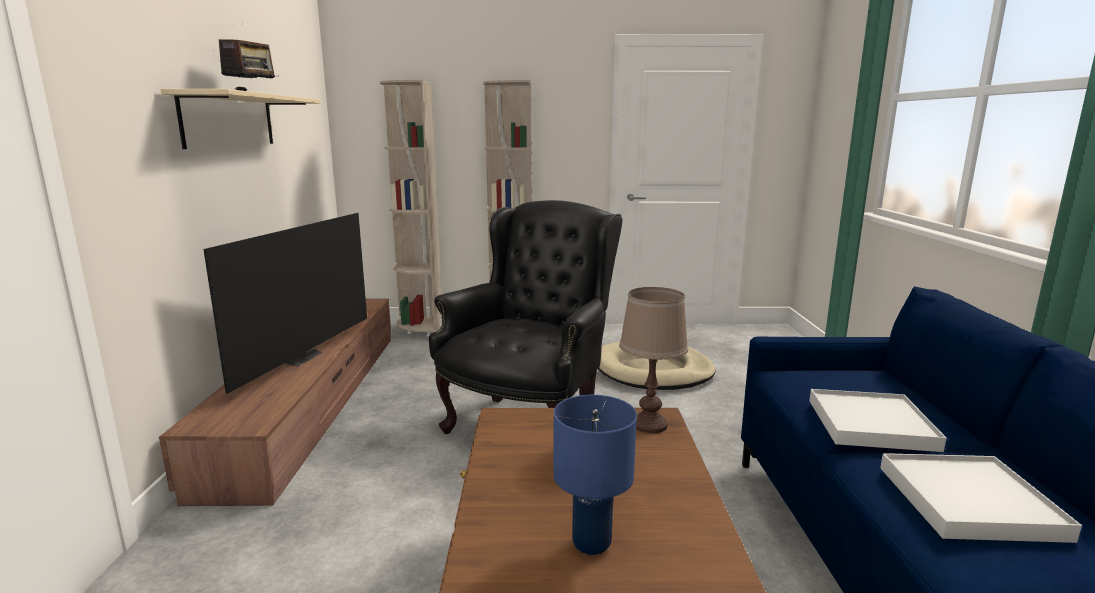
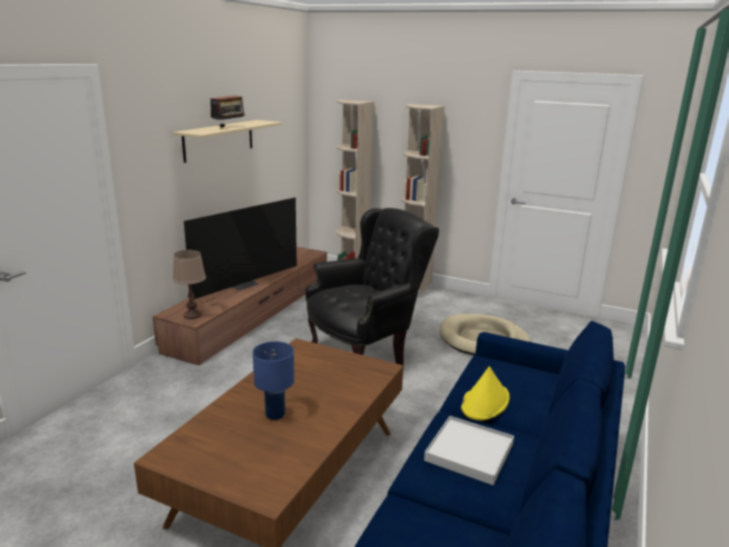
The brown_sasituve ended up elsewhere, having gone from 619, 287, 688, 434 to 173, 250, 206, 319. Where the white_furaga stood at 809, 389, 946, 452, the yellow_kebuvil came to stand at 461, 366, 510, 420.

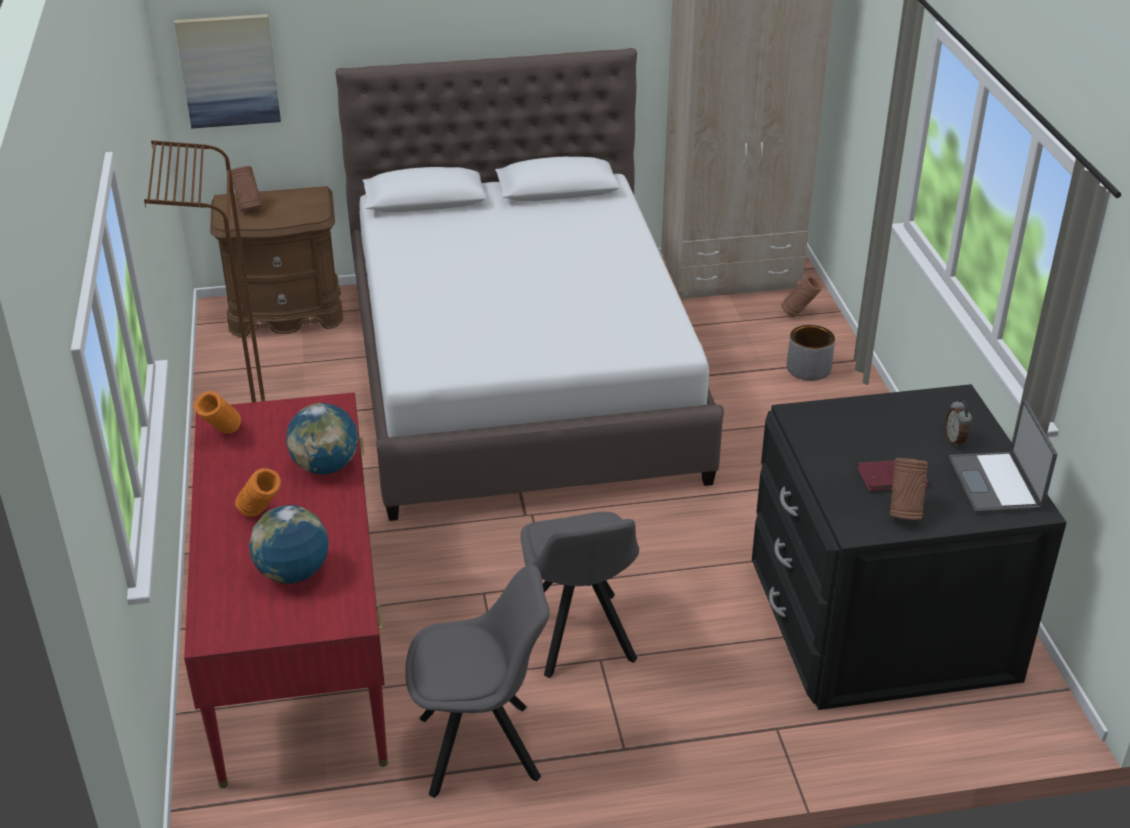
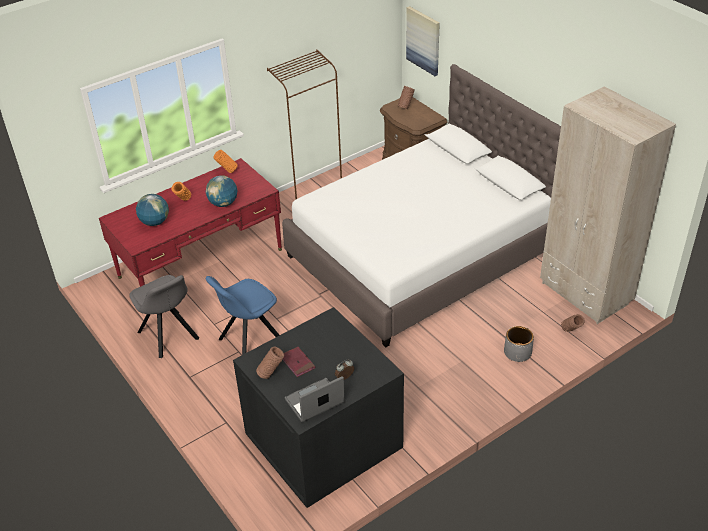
What was the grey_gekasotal at 521, 512, 639, 678 turned into the blue_gekasotal at 206, 276, 279, 355.

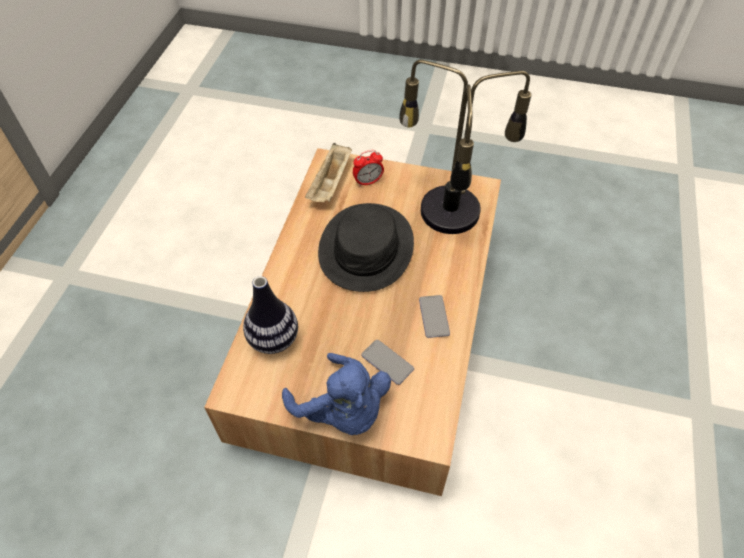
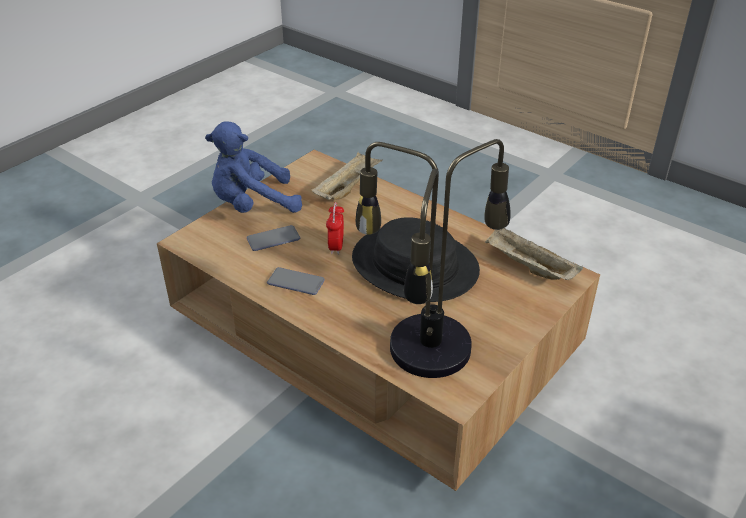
The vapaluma ended up elsewhere, having gone from 353, 150, 384, 187 to 326, 202, 344, 255. Where the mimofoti stood at 243, 276, 298, 354, the beige_furaga came to stand at 312, 152, 383, 200.

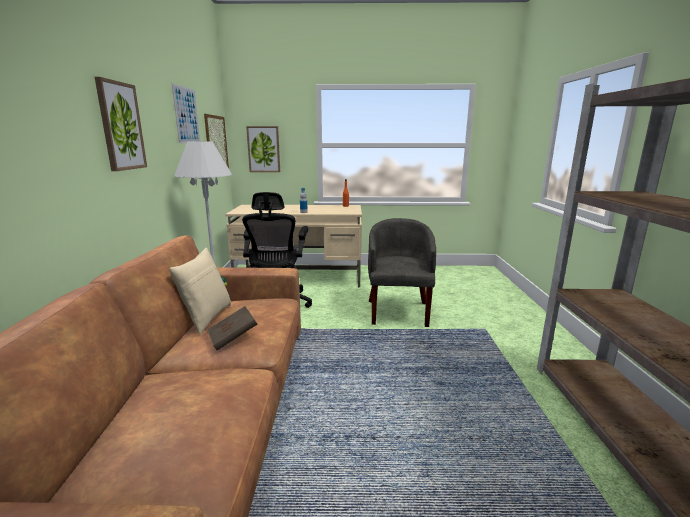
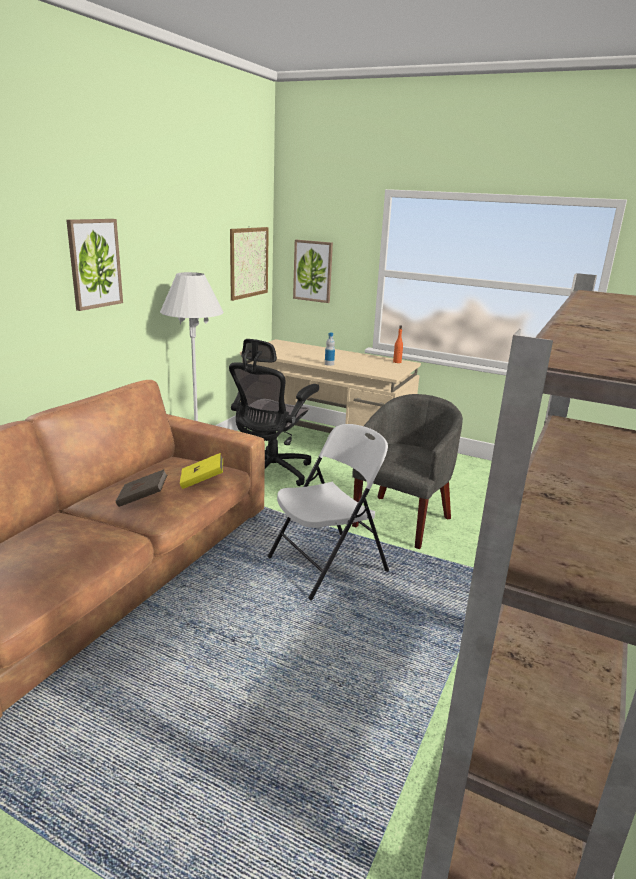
The second view lost the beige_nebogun at 169, 248, 231, 335. The second view lost the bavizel at 172, 83, 200, 143. The second view gained the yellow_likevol at 180, 453, 223, 489. The second view gained the white_gekasotal at 268, 424, 389, 600.

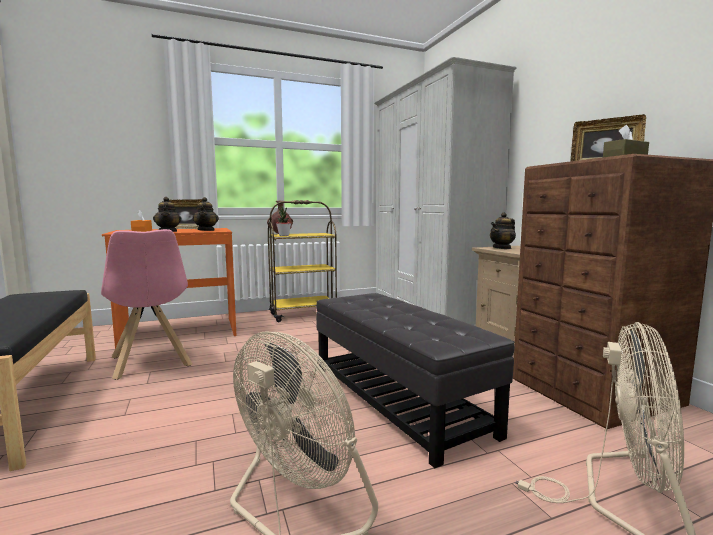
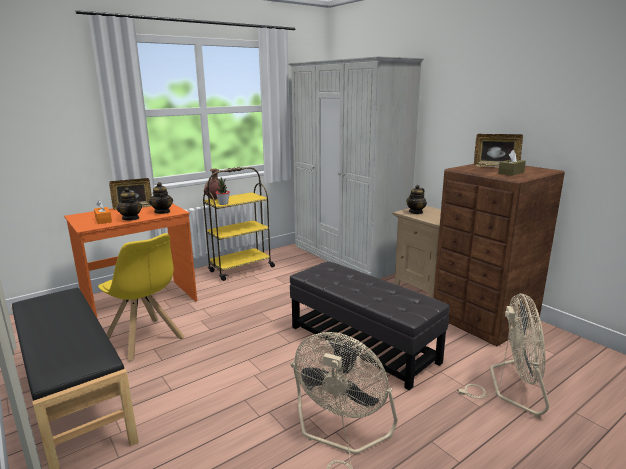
What was the pink_gekasotal at 101, 229, 193, 380 turned into the yellow_gekasotal at 98, 233, 184, 361.

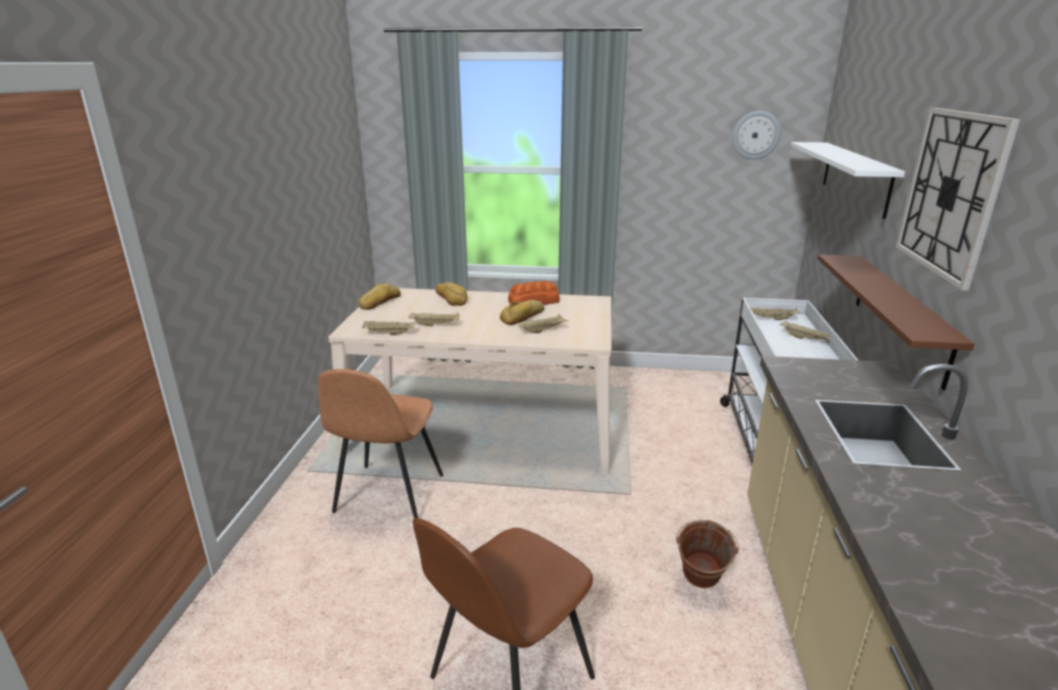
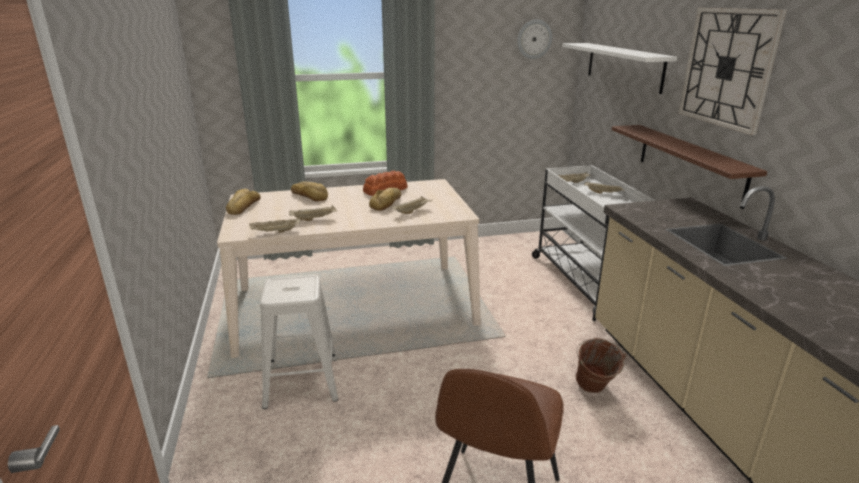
Where the brown_gekasotal stood at 318, 369, 443, 519, the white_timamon came to stand at 260, 275, 338, 409.

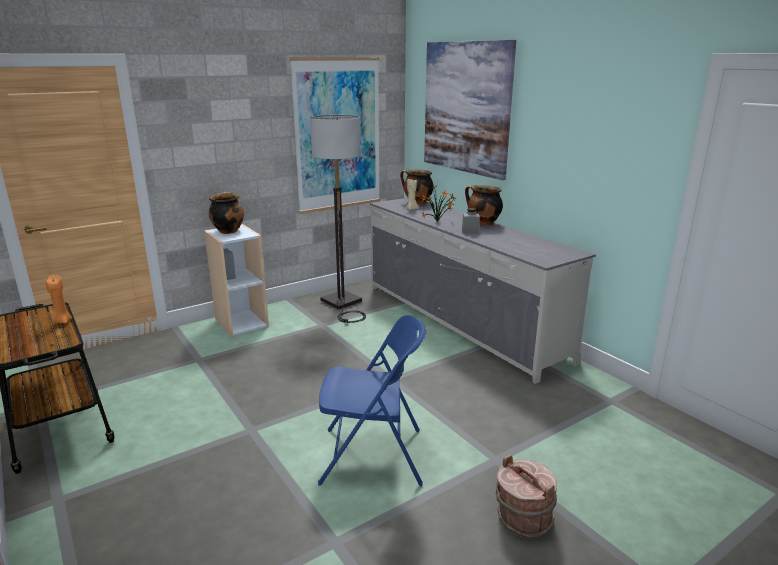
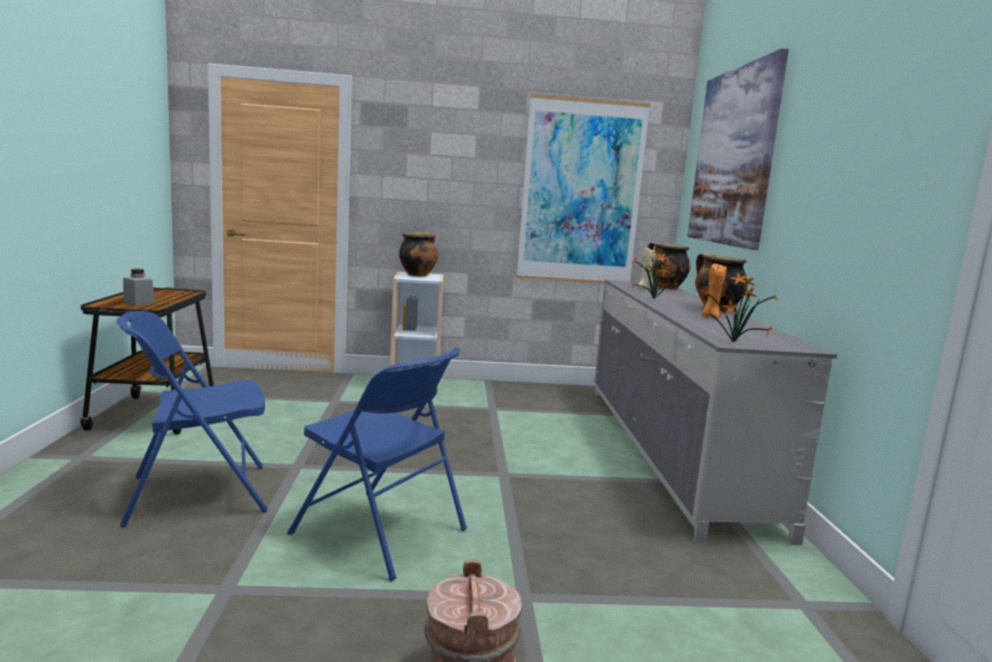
The second view lost the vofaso at 310, 115, 366, 325. The second view gained the blue_gekasotal at 116, 311, 268, 528. The second view gained the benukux at 700, 273, 778, 342. The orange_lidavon ended up elsewhere, having gone from 45, 275, 72, 324 to 702, 264, 727, 318. The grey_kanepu ended up elsewhere, having gone from 462, 208, 480, 234 to 123, 269, 155, 306.

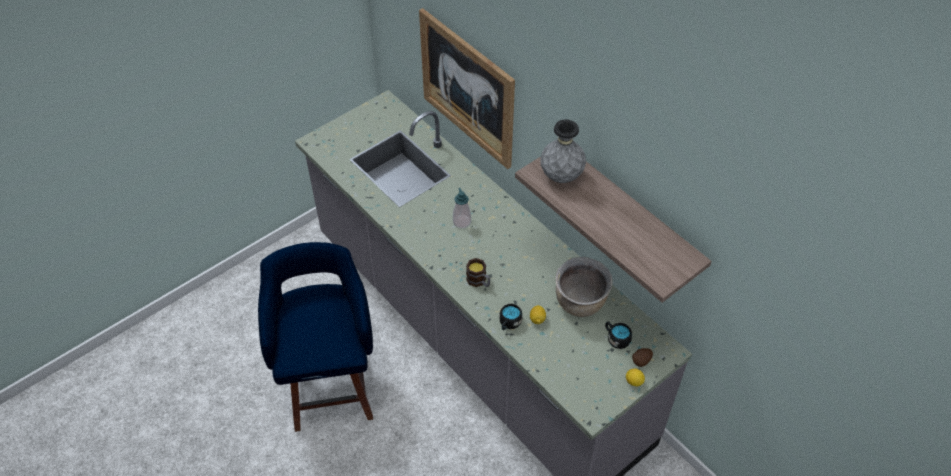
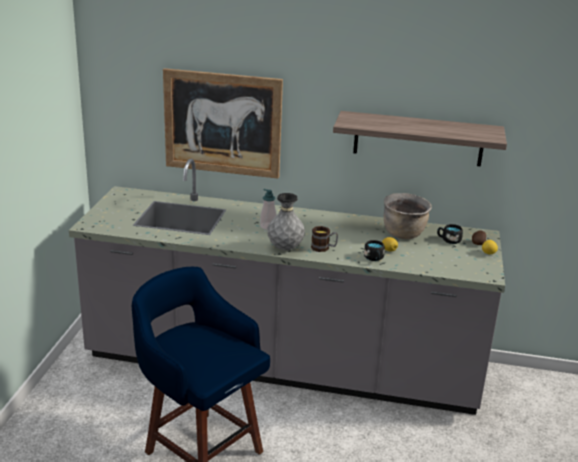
The grey_mimofoti ended up elsewhere, having gone from 540, 119, 586, 183 to 267, 193, 305, 250.

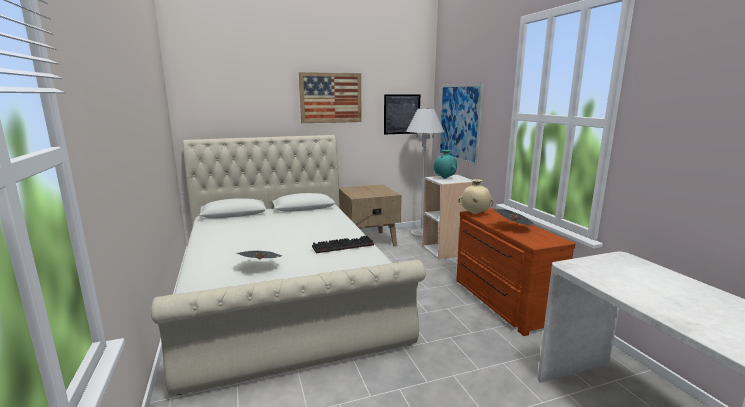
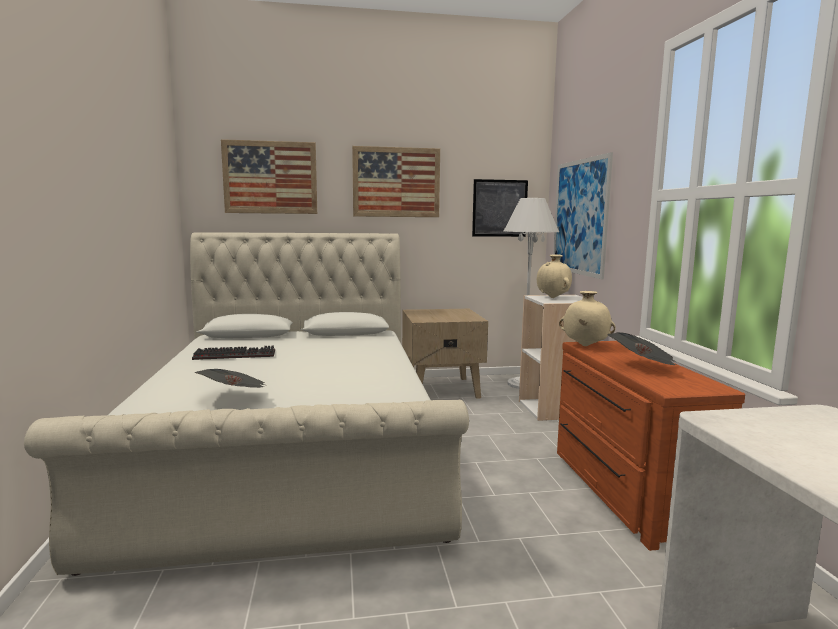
The second view gained the bavizel at 221, 139, 317, 214. The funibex ended up elsewhere, having gone from 312, 236, 374, 253 to 192, 346, 275, 360. What was the turquoise_mimofoti at 434, 150, 457, 179 turned into the beige_mimofoti at 537, 254, 572, 298.

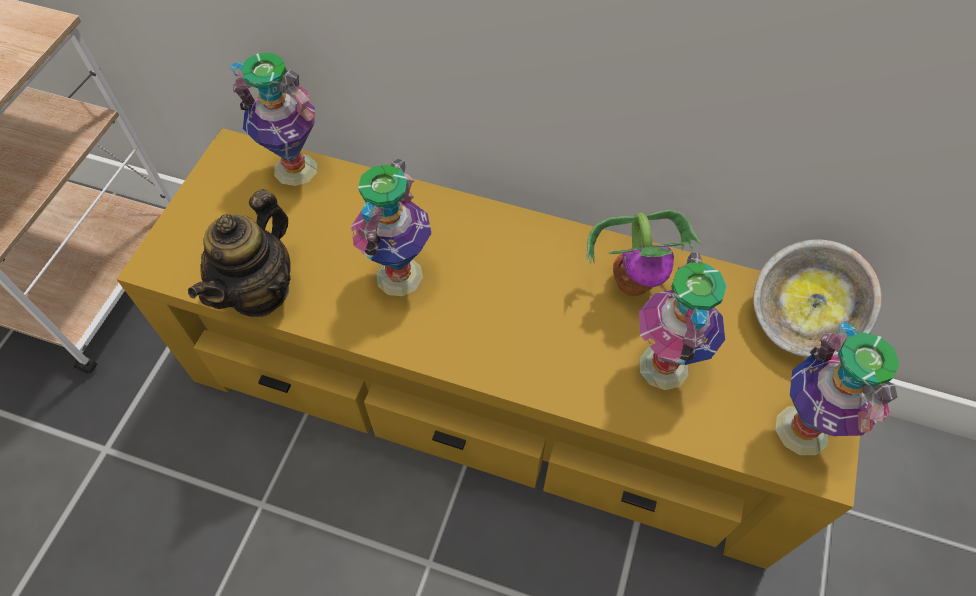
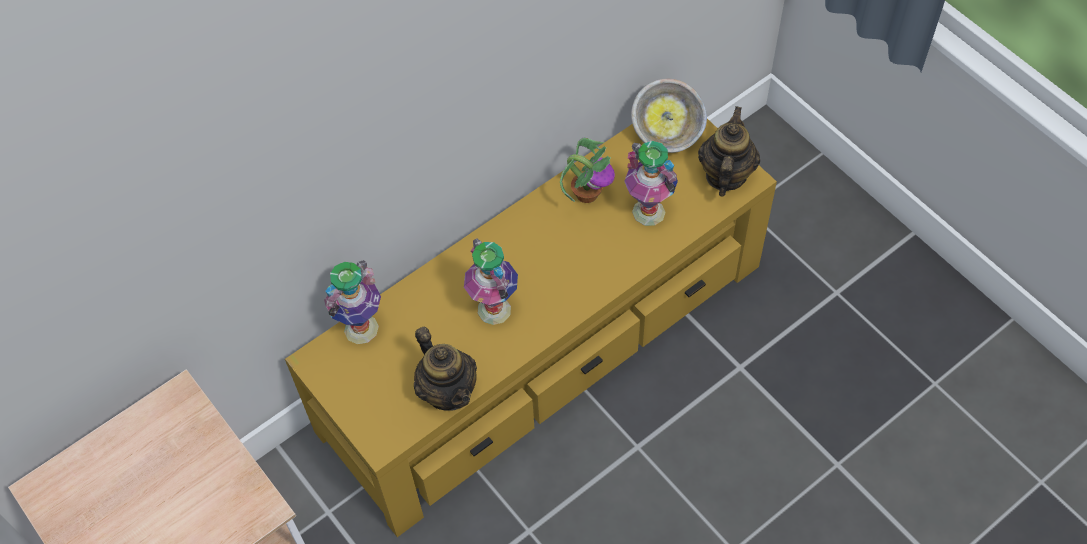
Where the mimofoti stood at 775, 322, 900, 455, the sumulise came to stand at 698, 106, 760, 197.

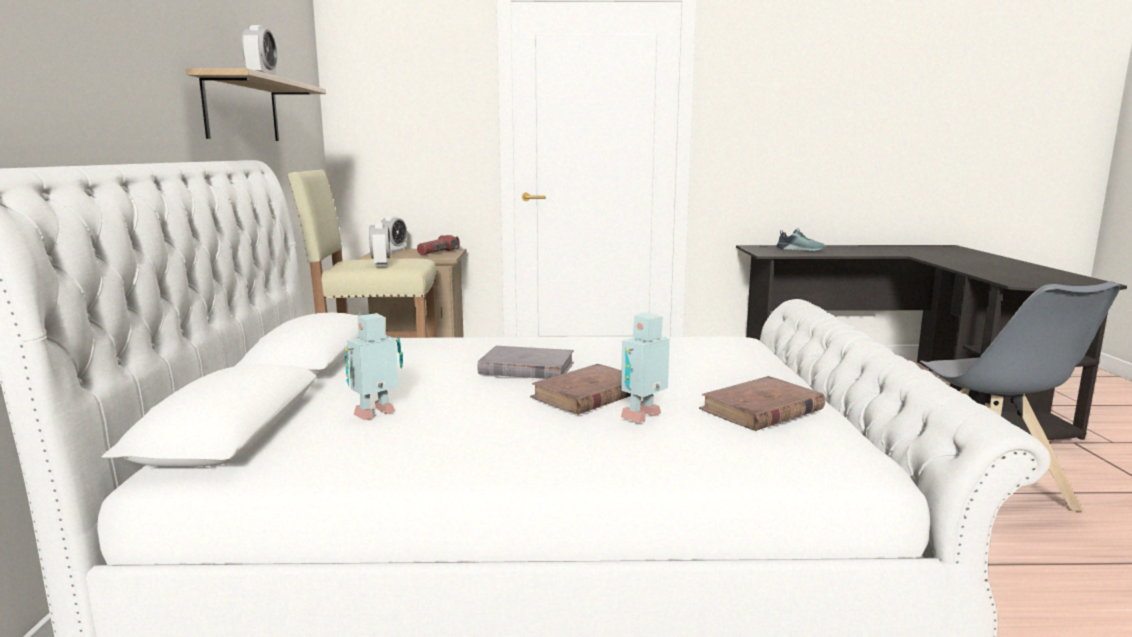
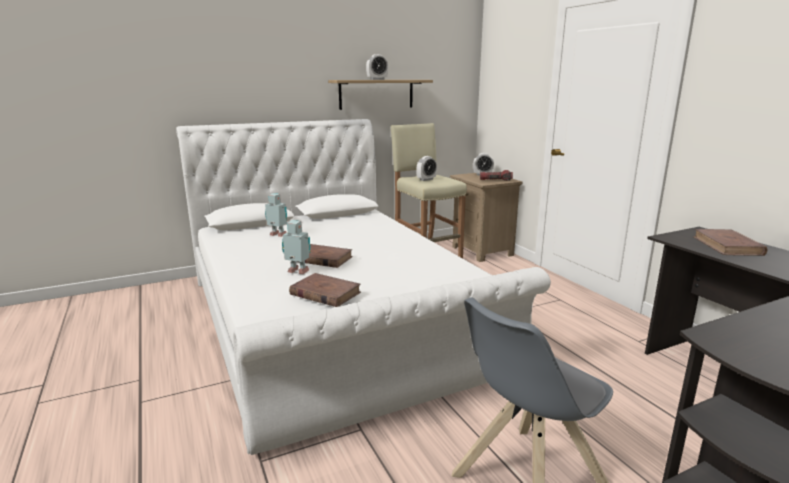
The second view lost the grey_likevol at 477, 346, 574, 379. Where the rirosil stood at 776, 228, 825, 251, the brown_likevol came to stand at 693, 229, 768, 256.

